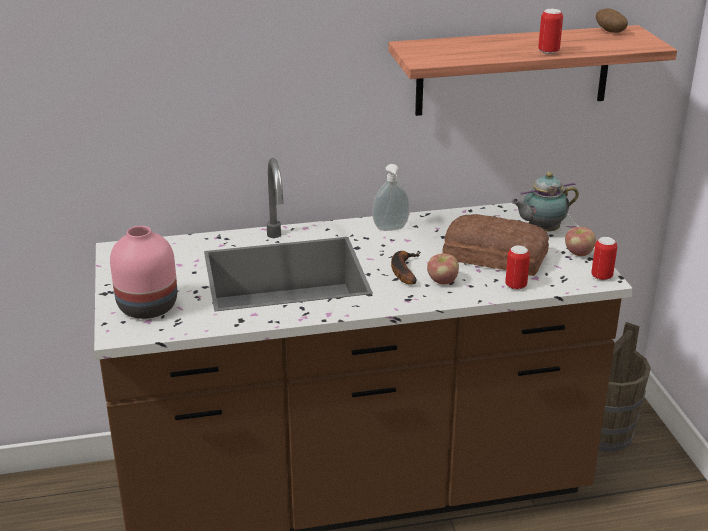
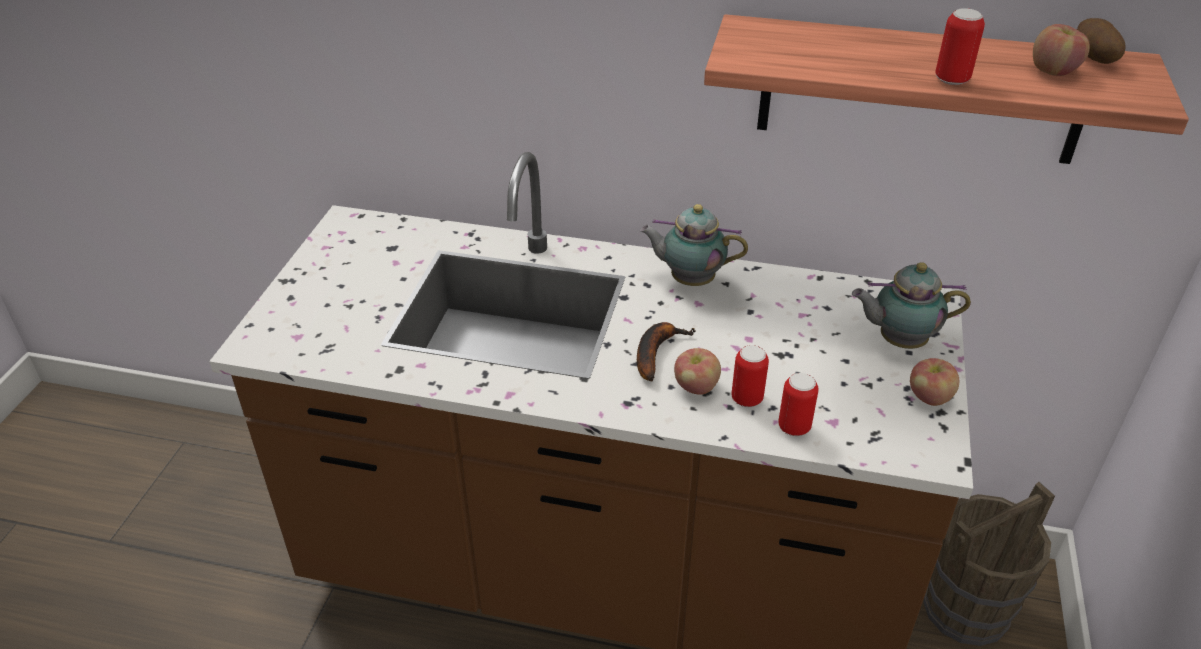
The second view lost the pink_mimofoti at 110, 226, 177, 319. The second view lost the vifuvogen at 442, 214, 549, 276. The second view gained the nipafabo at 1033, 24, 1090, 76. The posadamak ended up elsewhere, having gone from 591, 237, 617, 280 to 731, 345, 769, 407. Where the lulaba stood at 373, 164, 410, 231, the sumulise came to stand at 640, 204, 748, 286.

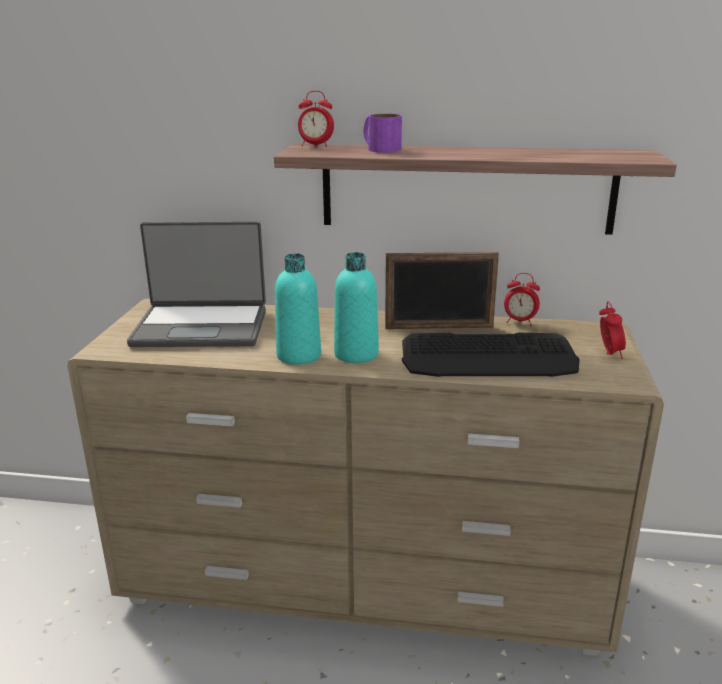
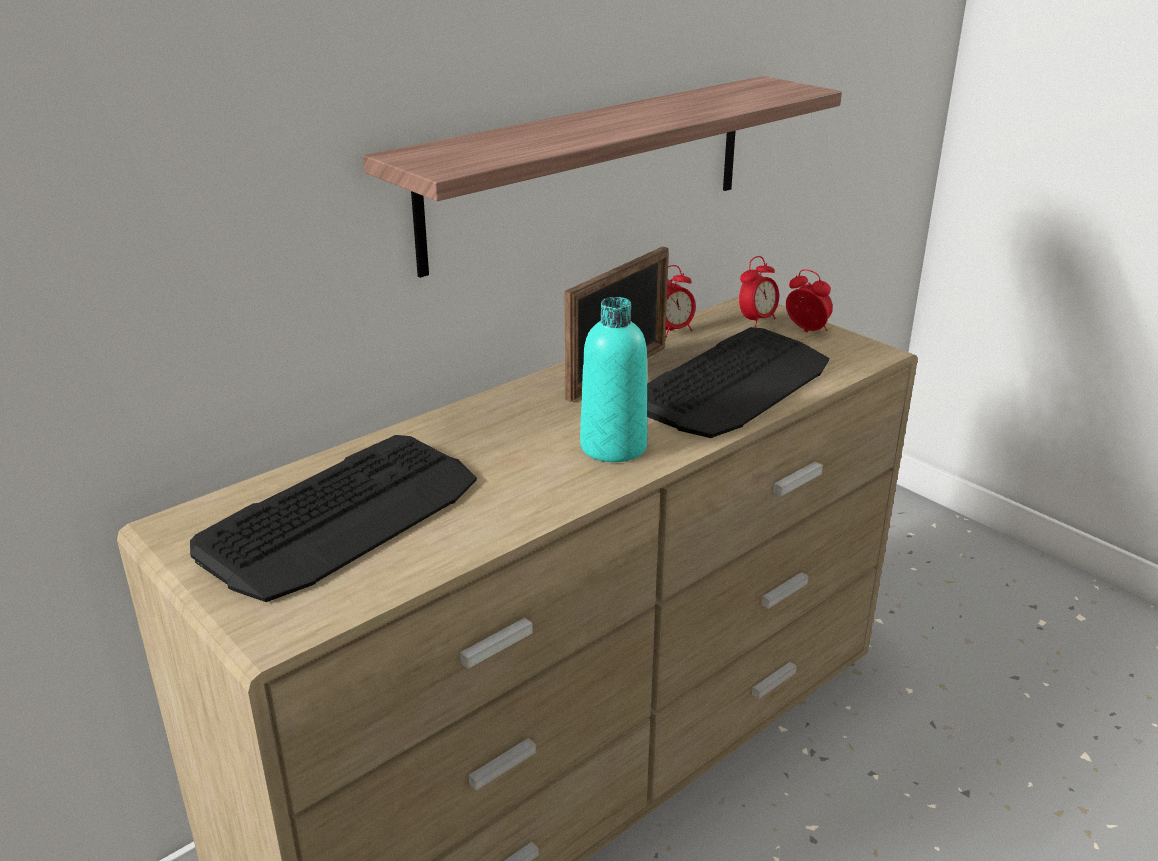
The second view lost the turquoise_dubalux at 275, 253, 321, 364. The second view lost the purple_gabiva at 363, 114, 402, 153. The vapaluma ended up elsewhere, having gone from 298, 91, 334, 147 to 739, 256, 779, 327. Where the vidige stood at 127, 221, 266, 347, the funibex came to stand at 190, 435, 477, 602.

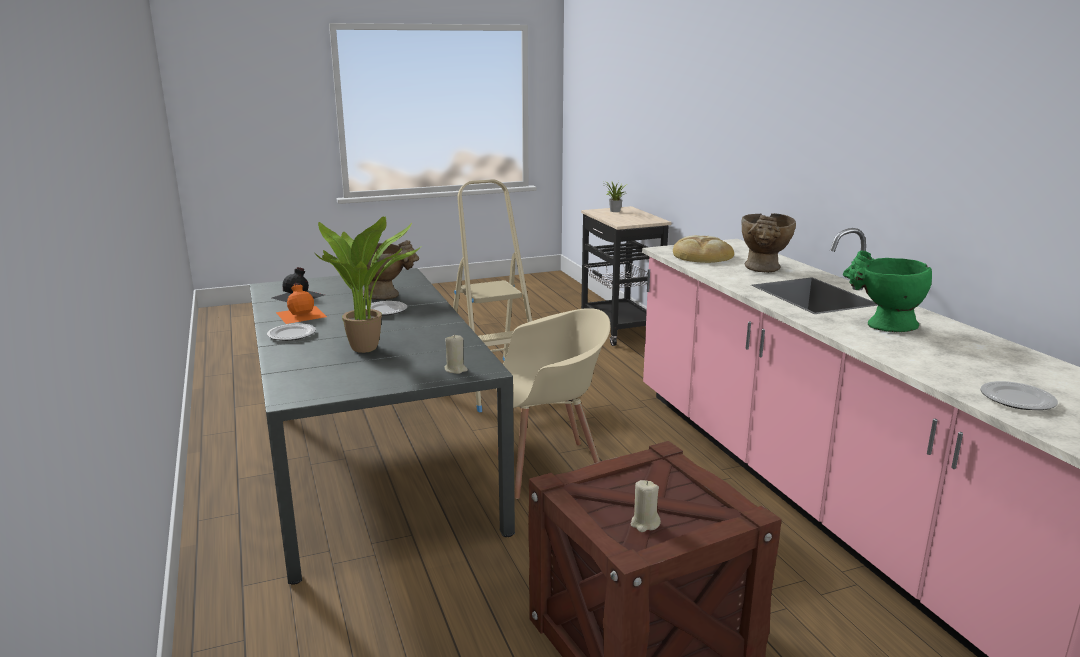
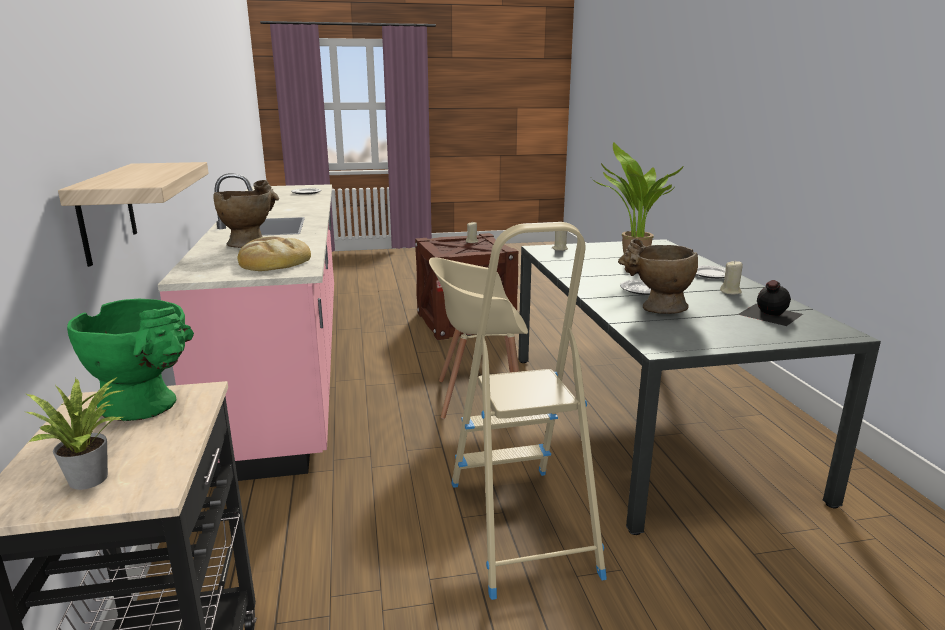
The second view gained the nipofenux at 58, 162, 209, 267. The green_mimofoti ended up elsewhere, having gone from 843, 251, 932, 332 to 67, 299, 194, 421. Where the orange_dubalux stood at 276, 283, 327, 324, the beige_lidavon came to stand at 720, 260, 743, 295.

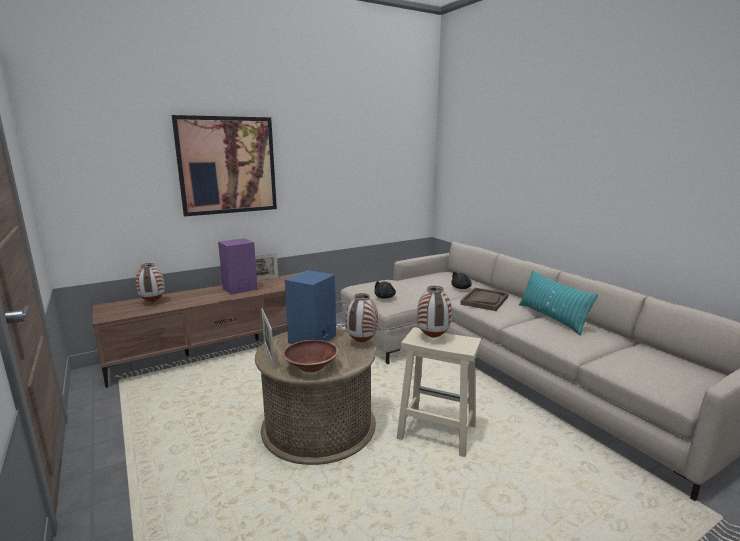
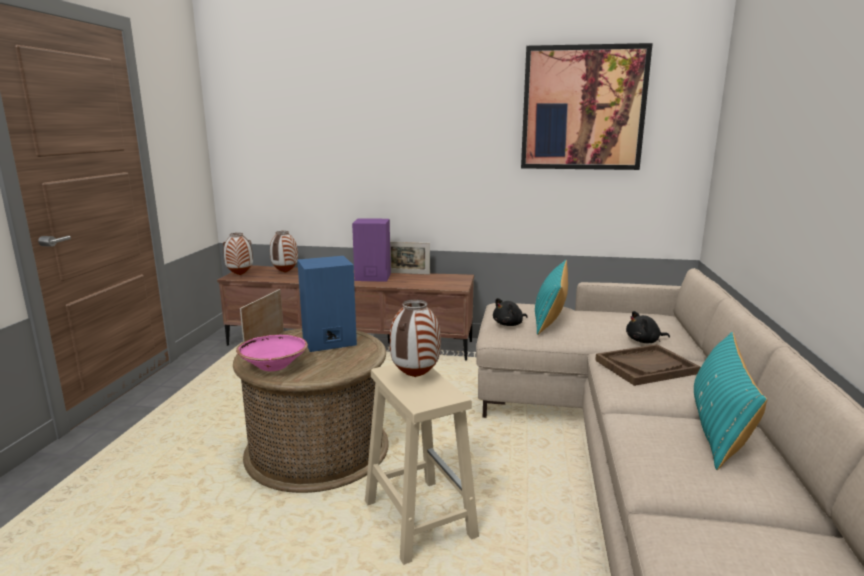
The second view gained the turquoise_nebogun at 535, 260, 568, 335. The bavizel ended up elsewhere, having gone from 172, 115, 277, 217 to 521, 43, 653, 170. The mimofoti ended up elsewhere, having gone from 346, 293, 378, 343 to 223, 233, 253, 275. What was the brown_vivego at 282, 340, 339, 372 turned into the pink_vivego at 236, 334, 308, 371.

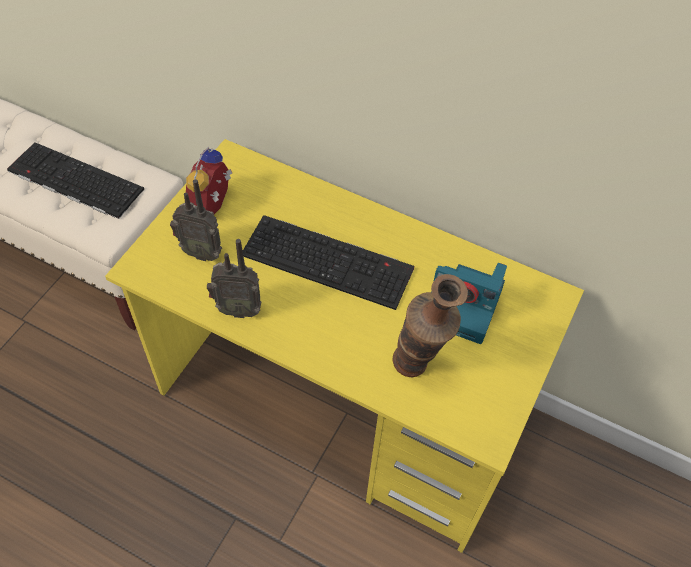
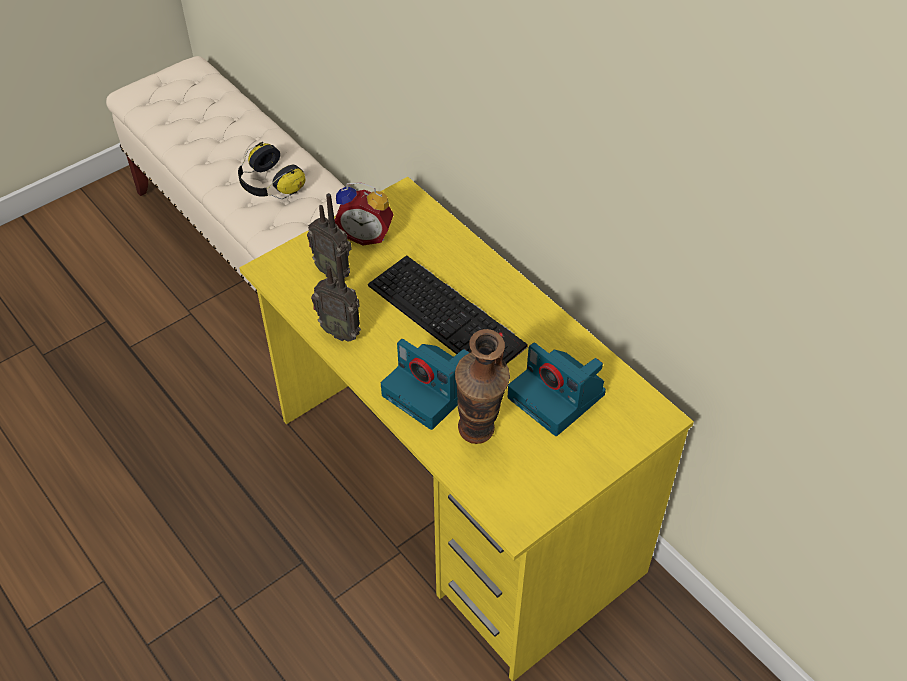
The second view gained the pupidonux at 381, 339, 470, 430. Where the funibex stood at 7, 142, 144, 219, the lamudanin came to stand at 238, 142, 305, 199. The vapaluma at 186, 147, 232, 214 ended up facing another way, 120 degrees counterclockwise from before.

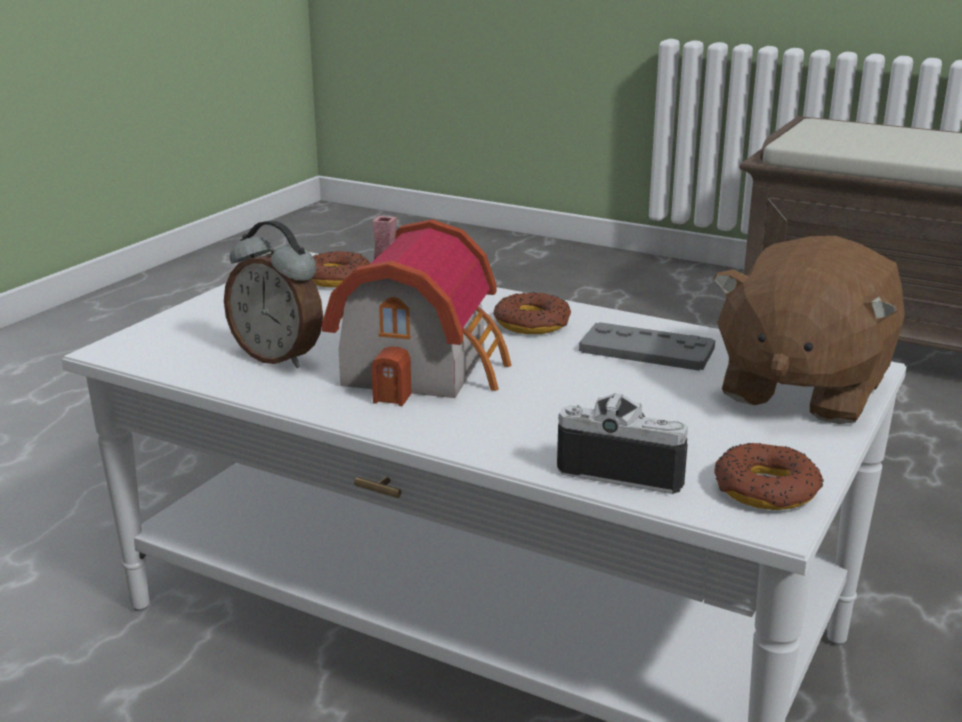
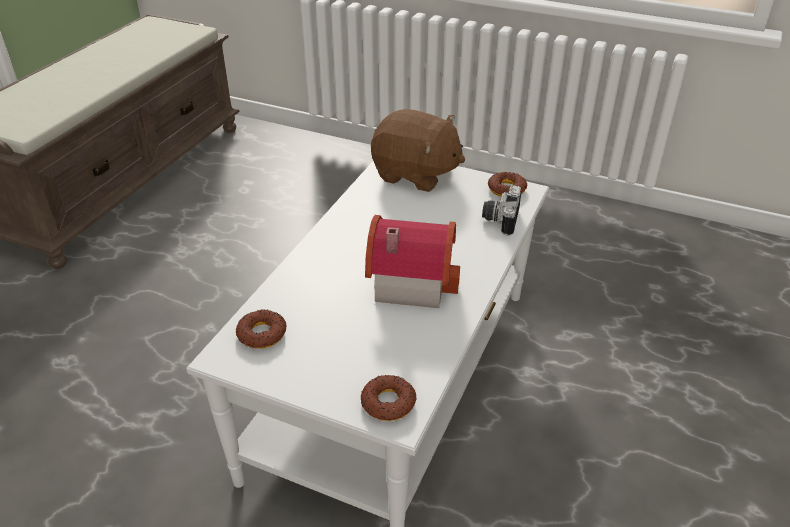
The second view lost the vapaluma at 224, 220, 323, 368. The second view lost the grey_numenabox at 579, 322, 715, 371. The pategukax ended up elsewhere, having gone from 493, 292, 571, 334 to 361, 375, 416, 421.

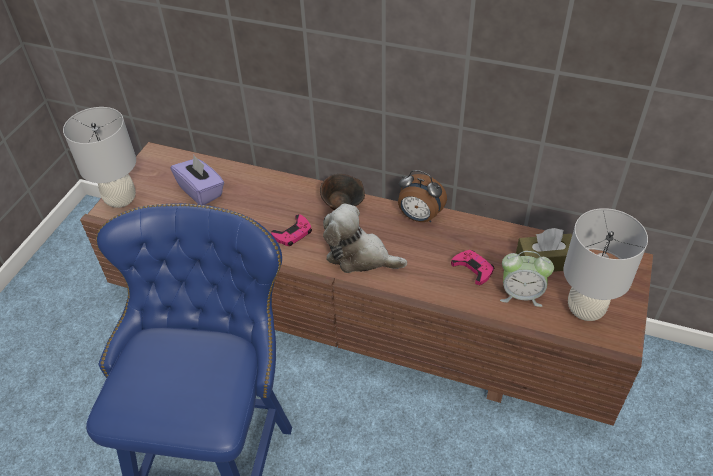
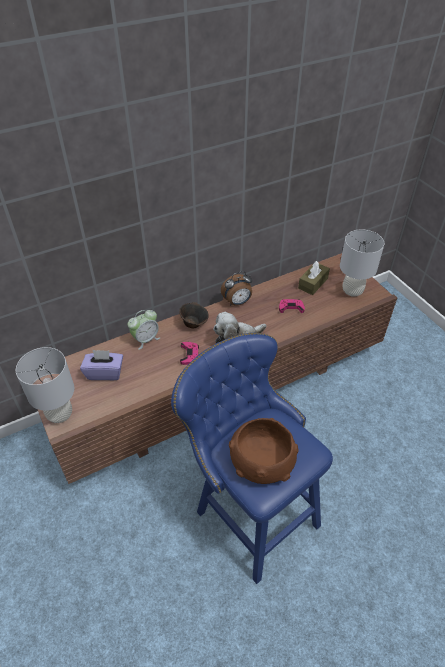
The second view gained the brown_vivego at 229, 418, 299, 484. The vapaluma ended up elsewhere, having gone from 500, 251, 554, 307 to 128, 310, 160, 350.

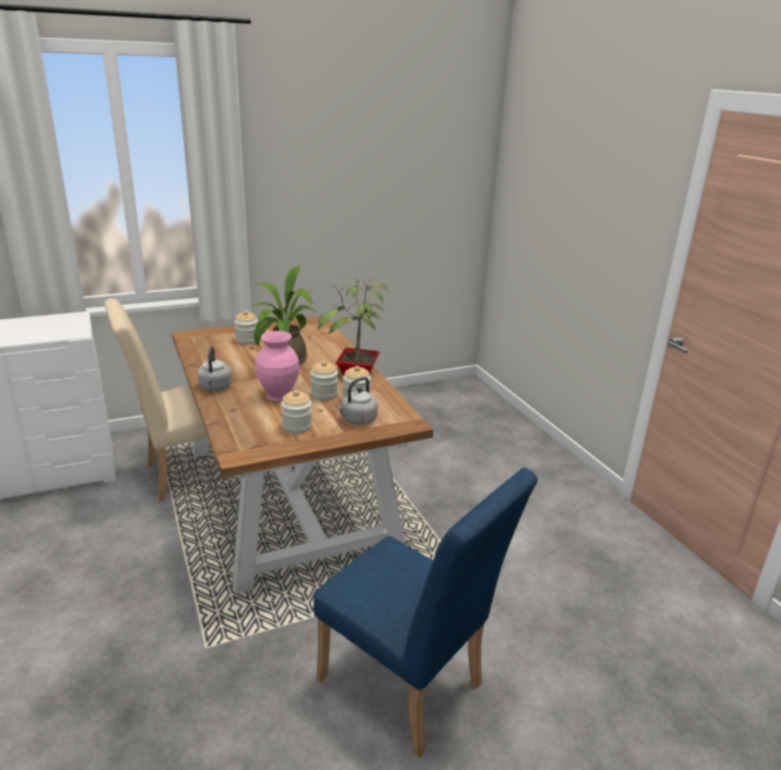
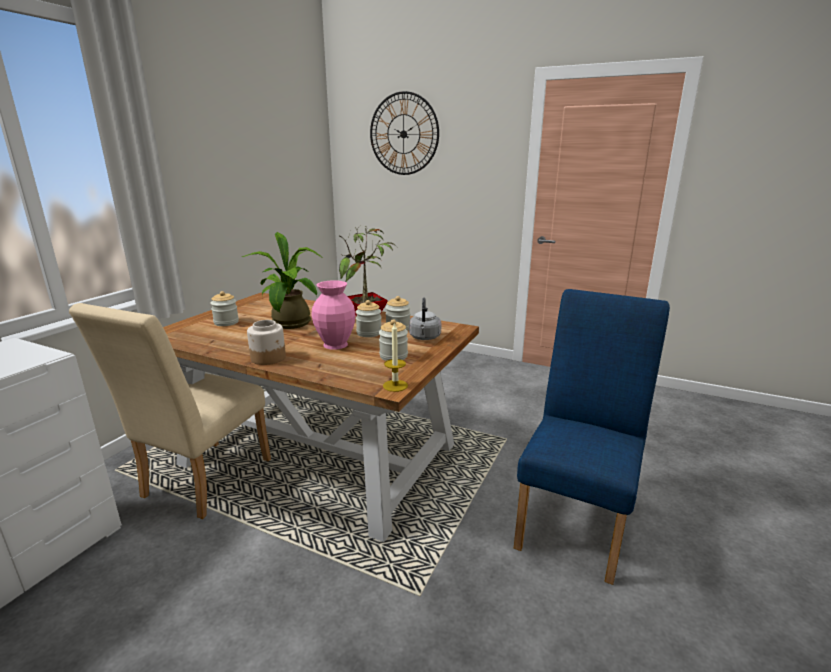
The second view gained the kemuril at 370, 91, 439, 175. The second view gained the lidavon at 383, 322, 408, 392. Where the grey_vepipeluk stood at 197, 346, 232, 391, the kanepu came to stand at 247, 320, 286, 365. The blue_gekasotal at 313, 468, 538, 757 ended up facing another way, 60 degrees counterclockwise from before.

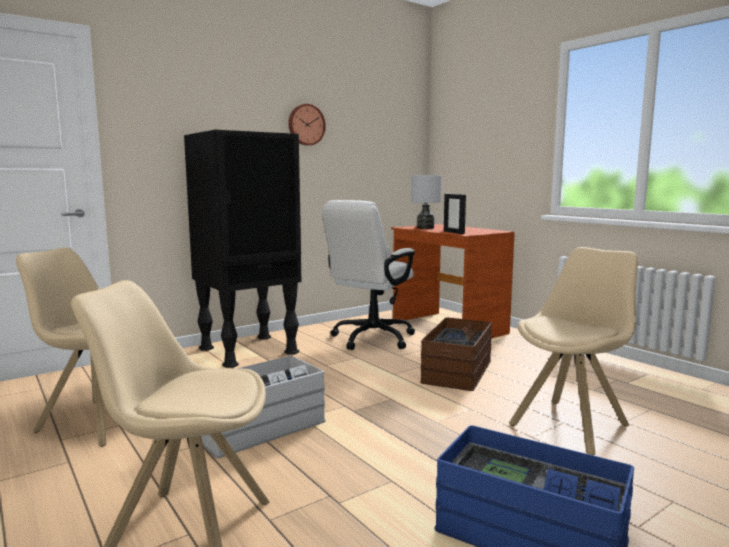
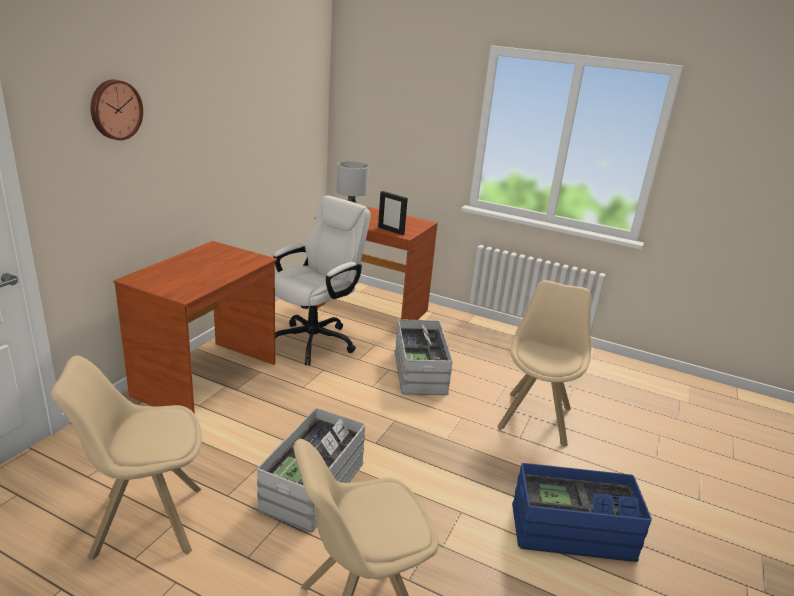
The kemuril ended up elsewhere, having gone from 288, 104, 326, 146 to 91, 79, 143, 140. Where the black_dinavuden stood at 184, 130, 301, 368, the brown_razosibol came to stand at 113, 241, 277, 414. What was the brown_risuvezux at 420, 318, 492, 391 turned into the grey_risuvezux at 395, 319, 453, 395. The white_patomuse at 322, 200, 415, 350 ended up facing another way, 150 degrees counterclockwise from before.

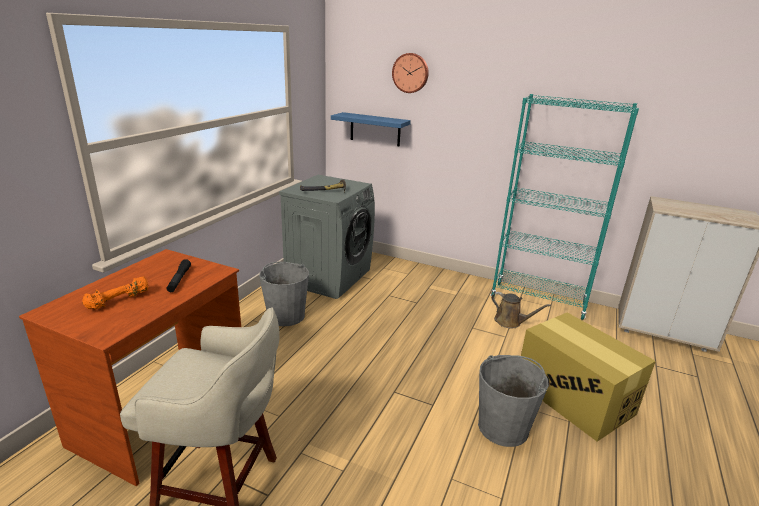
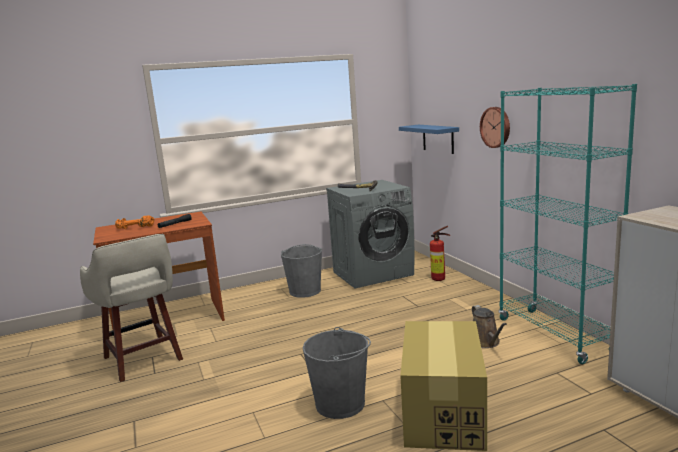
The second view gained the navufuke at 430, 226, 450, 281. The kemuril ended up elsewhere, having gone from 392, 53, 429, 93 to 480, 107, 510, 148.

